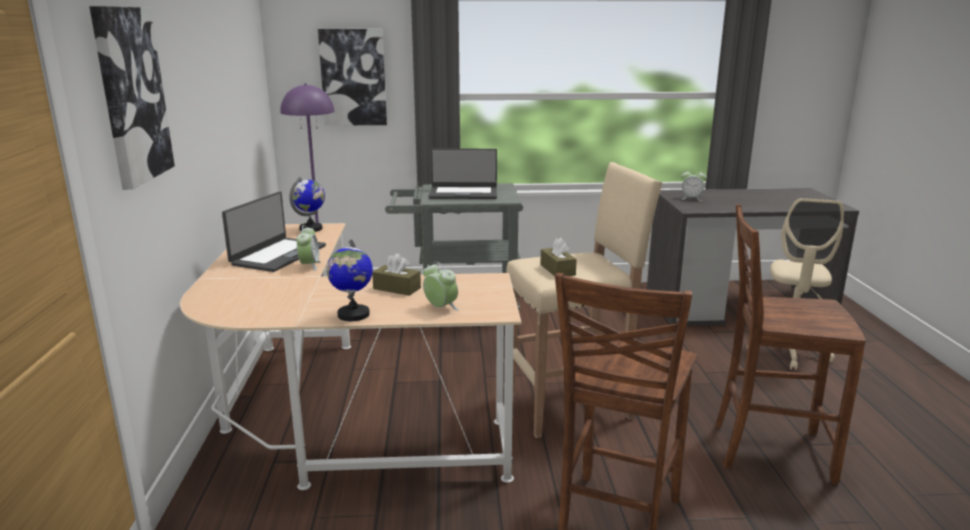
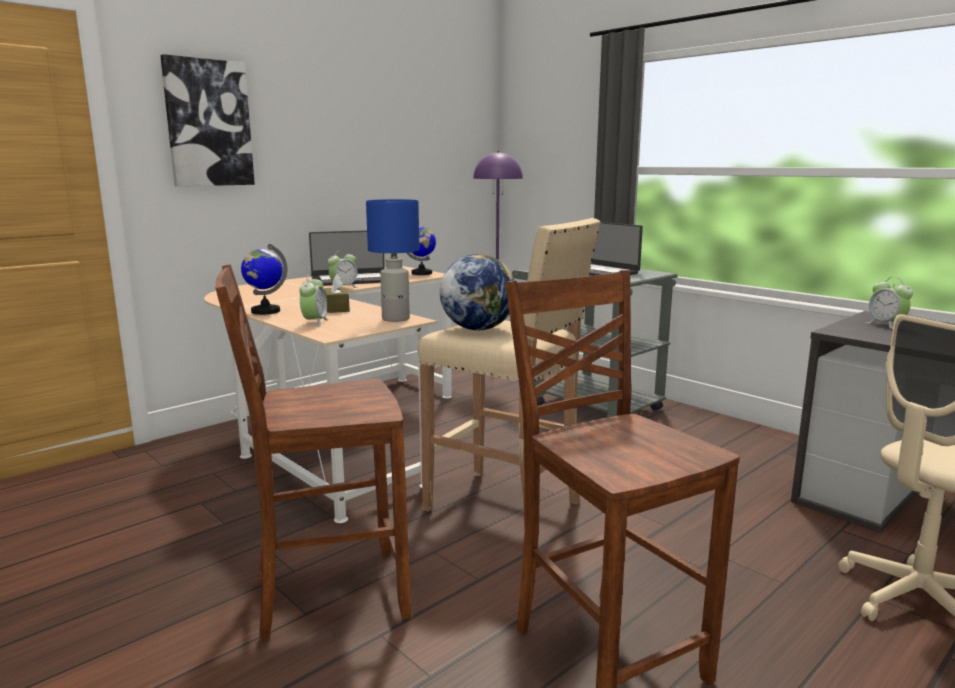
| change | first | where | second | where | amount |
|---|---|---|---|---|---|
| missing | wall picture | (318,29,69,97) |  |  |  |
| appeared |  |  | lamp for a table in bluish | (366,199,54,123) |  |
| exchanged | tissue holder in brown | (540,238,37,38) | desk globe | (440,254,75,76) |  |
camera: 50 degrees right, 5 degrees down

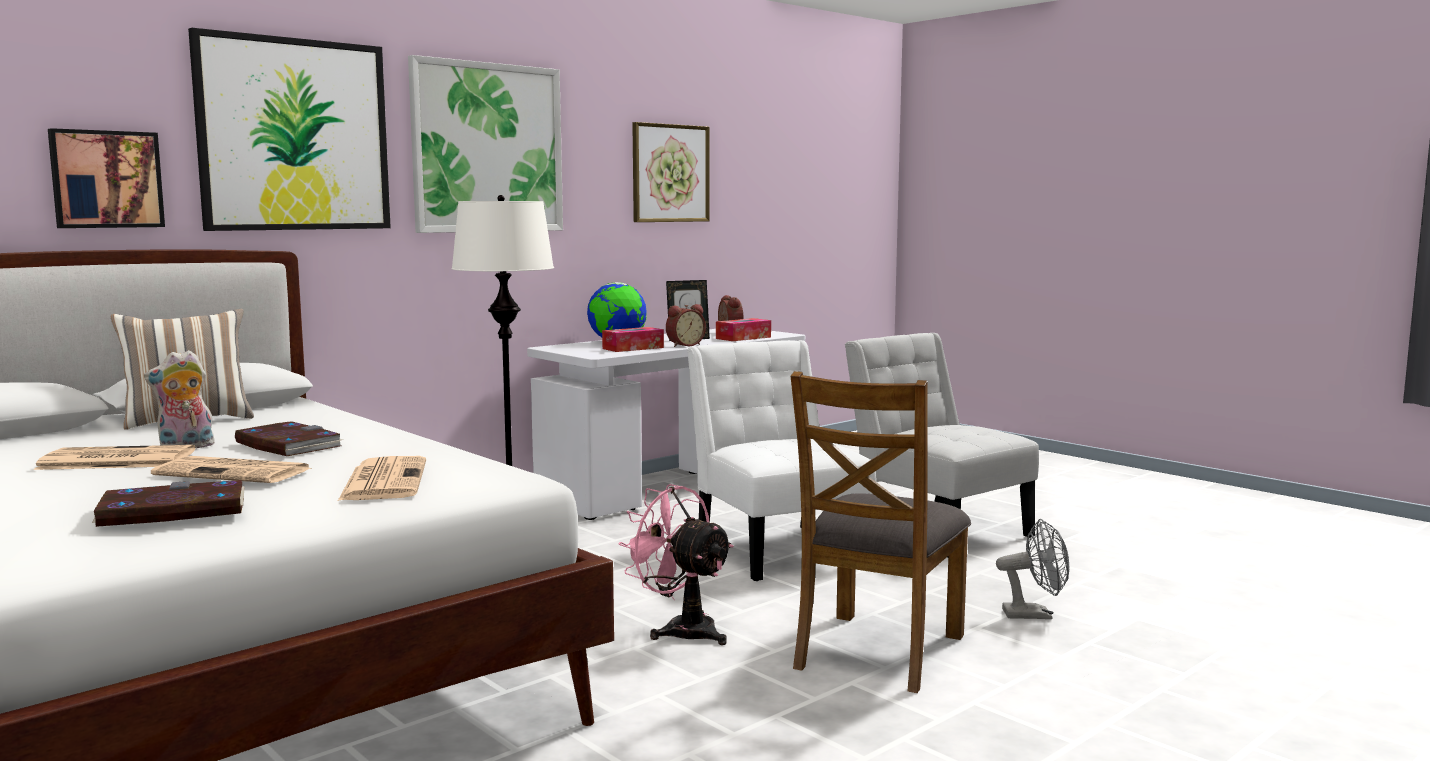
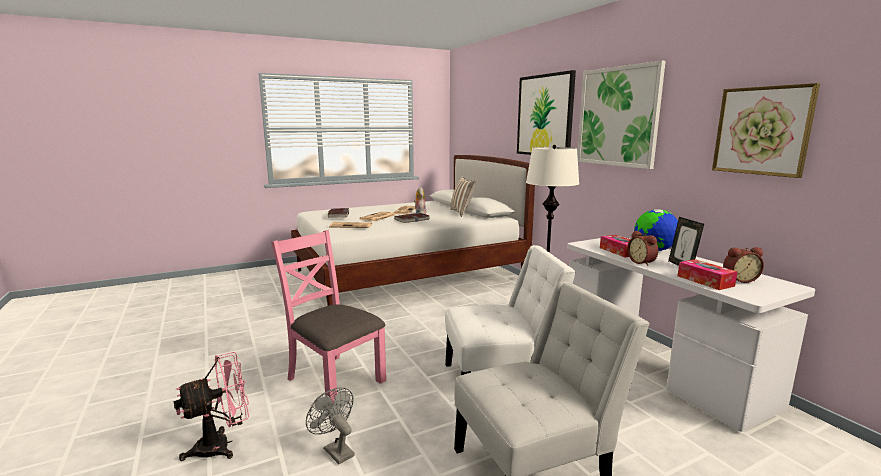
| change | first | where | second | where | amount |
|---|---|---|---|---|---|
| missing | wall picture | (48,128,117,100) |  |  |  |
| relocated | electric fan in pinkish | (618,484,116,161) |  | (173,352,76,109) |  |
| colour | chair in brown | (791,371,180,322) | chair in pinkish | (271,230,115,173) |  |
| spun | electric fan in grey | (996,519,73,100) |  | (306,387,48,77) | 120 degrees clockwise |
camera: 105 degrees right, 5 degrees up

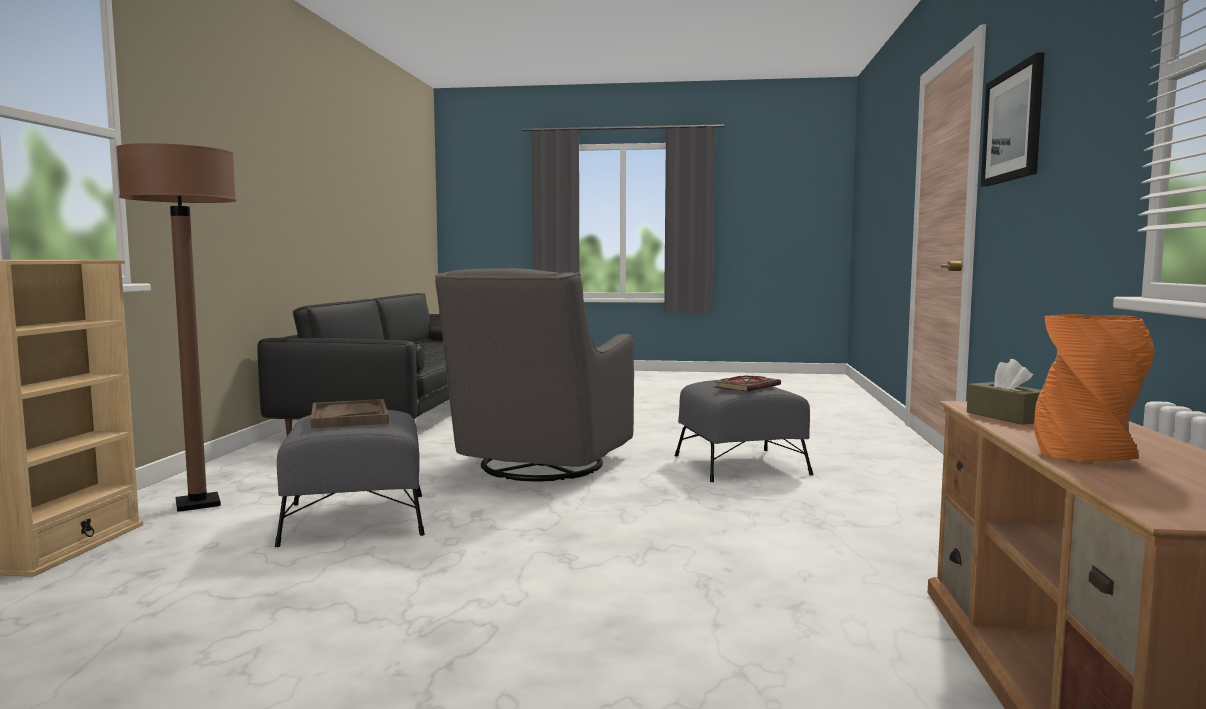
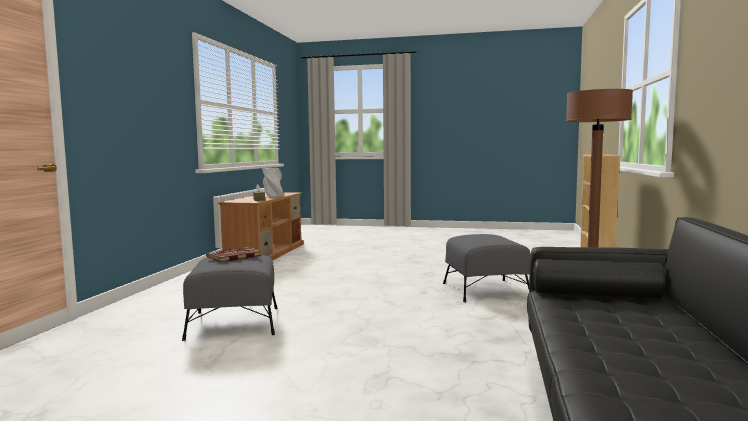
| change | first | where | second | where | amount |
|---|---|---|---|---|---|
| missing | serving tray in brown | (311,399,78,29) |  |  |  |
| missing | easy chair in grey | (435,268,199,213) |  |  |  |
| missing | wall picture | (981,52,63,135) |  |  |  |
| colour | vase in orangey | (1034,314,120,148) | vase in grey | (262,168,22,29) |  |
camera: 175 degrees left, 0 degrees up

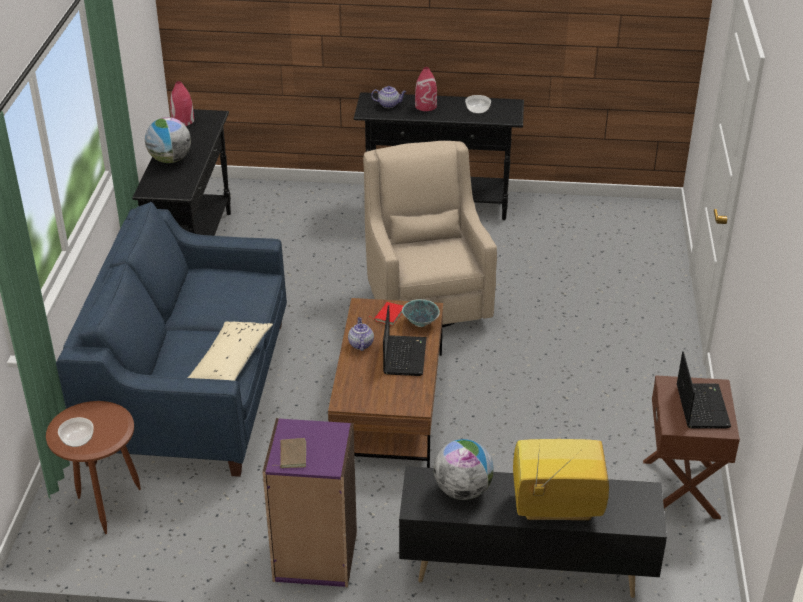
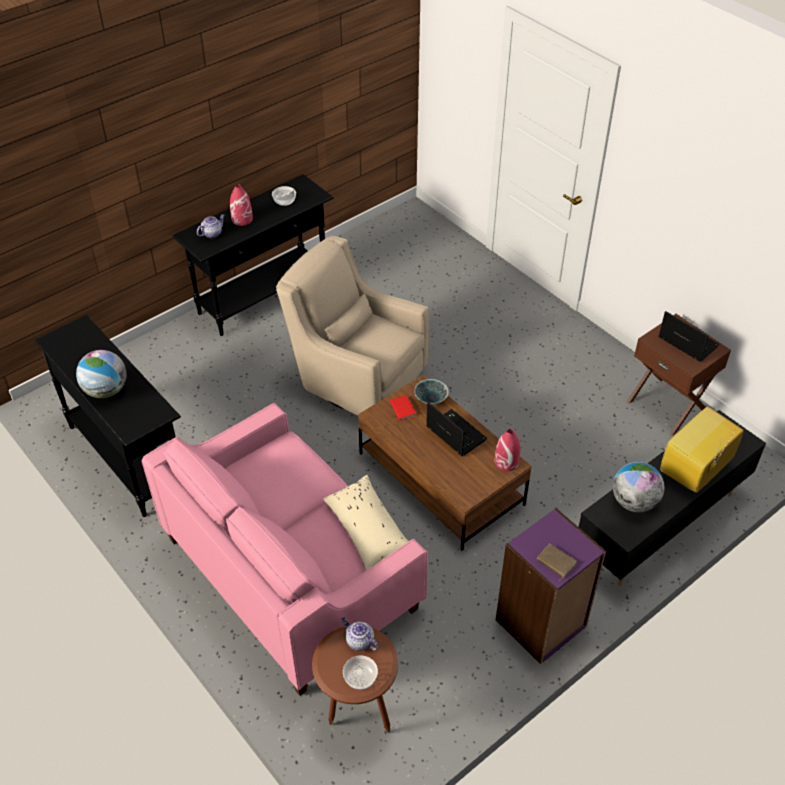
| change | first | where | second | where | amount |
|---|---|---|---|---|---|
| relocated | vase in reddish | (170,81,24,45) |  | (494,429,26,42) |  |
| relocated | tea pot | (348,317,26,34) |  | (342,617,36,34) |  |
| colour | sofa in bluish | (56,202,231,275) | sofa in pinkish | (142,403,286,293) |  |
camera: 45 degrees left, 10 degrees up

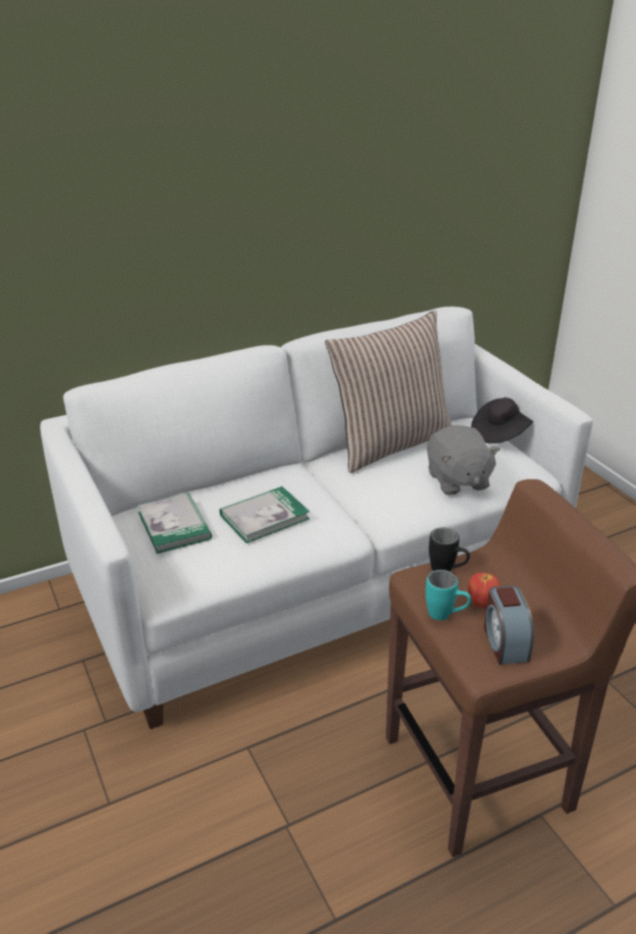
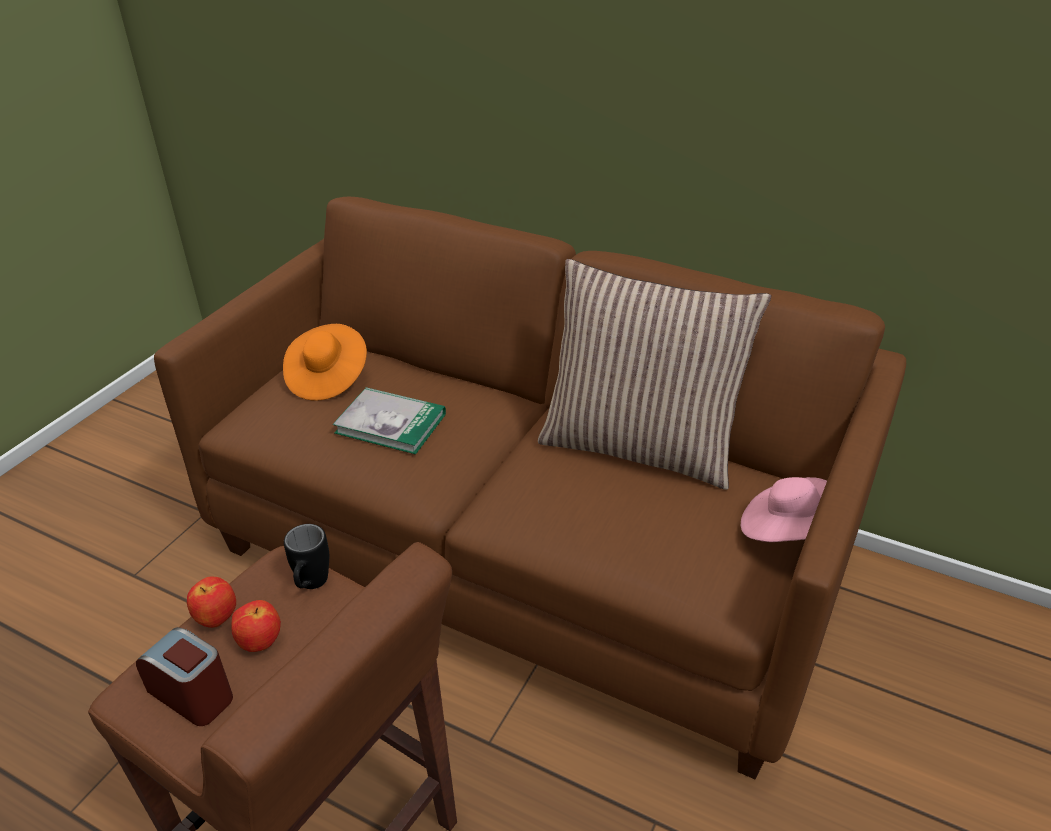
| change | first | where | second | where | amount |
|---|---|---|---|---|---|
| missing | soft toy in grey | (427,425,73,70) |  |  |  |
| exchanged | book | (137,493,75,61) | wearable hat in orangey | (283,324,84,77) |  |
| exchanged | mug in turquoise-coloured | (425,570,46,50) | apple | (187,577,49,51) |  |
| colour | sofa in white-coloured | (40,307,553,422) | sofa in brown | (154,197,752,582) |  |
| colour | wearable hat in black-coloured | (471,398,62,46) | wearable hat in pinkish | (741,477,86,65) |  |
| spun | bedside clock | (484,585,50,79) |  | (136,627,97,99) | 75 degrees clockwise |
camera: 55 degrees right, 5 degrees up

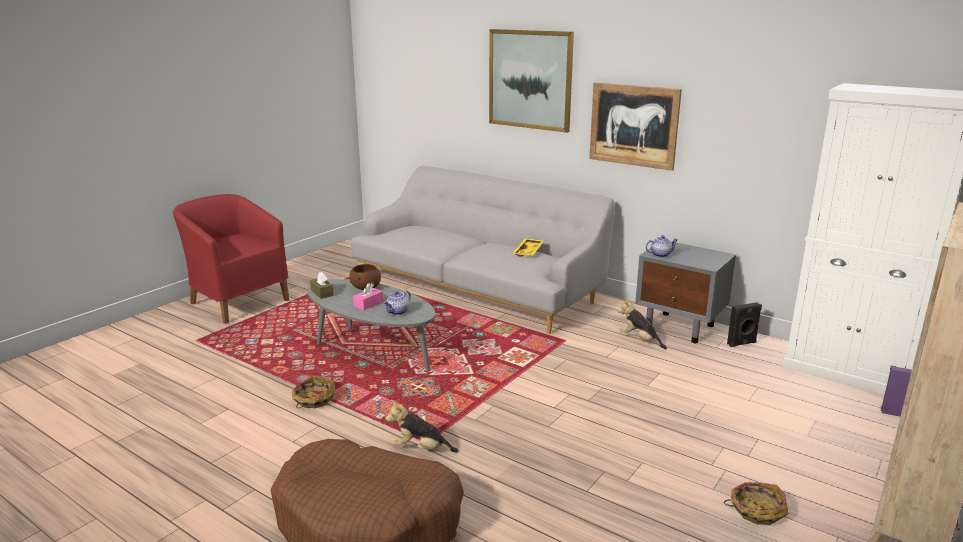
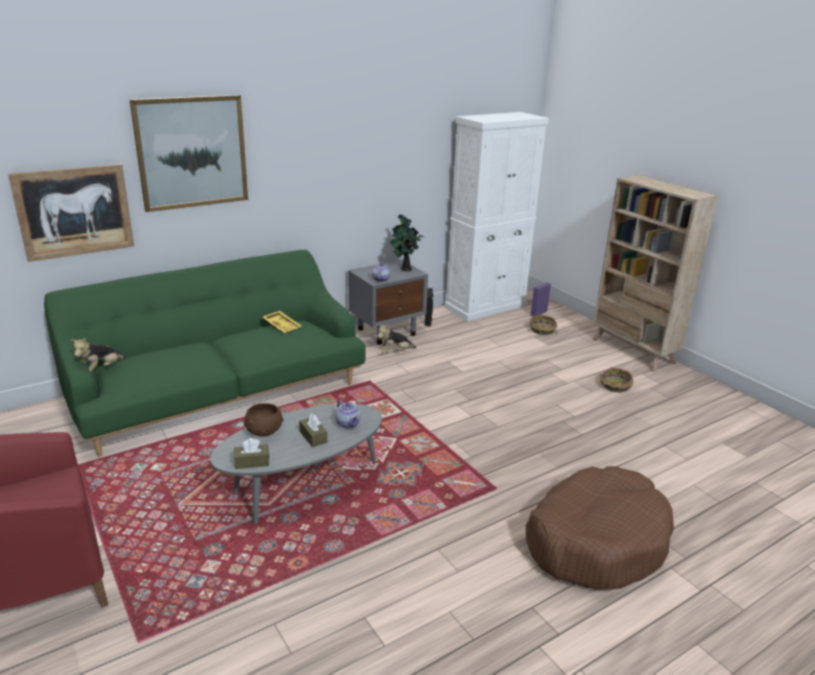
| change | first | where | second | where | amount |
|---|---|---|---|---|---|
| appeared |  |  | plant in a pot | (390,214,34,57) |  |
| relocated | basket | (292,376,43,32) |  | (530,315,28,20) |  |
| relocated | soft toy | (385,400,74,53) |  | (71,338,55,34) |  |
| relocated | wall picture | (589,83,93,88) |  | (8,164,126,98) |  |
| colour | sofa in grey | (351,166,264,168) | sofa in green | (44,250,322,207) |  |
| colour | tissue holder in pinkish | (353,283,30,27) | tissue holder in brown | (299,414,28,33) |  |
camera: 70 degrees left, 5 degrees up

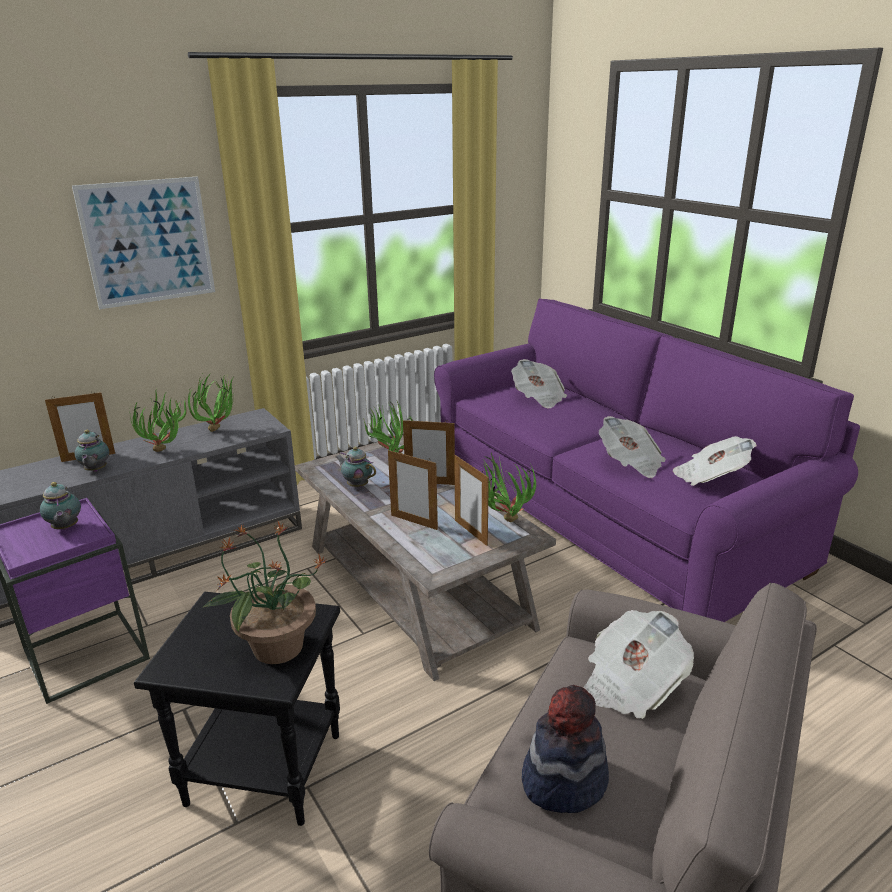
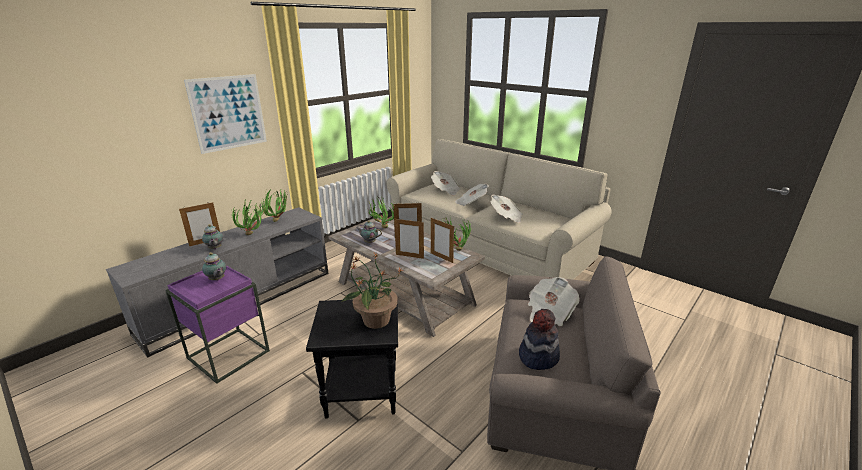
| change | first | where | second | where | amount |
|---|---|---|---|---|---|
| relocated | printed paper | (672,436,85,50) |  | (455,184,34,22) |  |
| colour | sofa in purple-coloured | (434,298,426,324) | sofa in beige | (386,139,226,141) |  |
camera: 15 degrees left, 0 degrees up

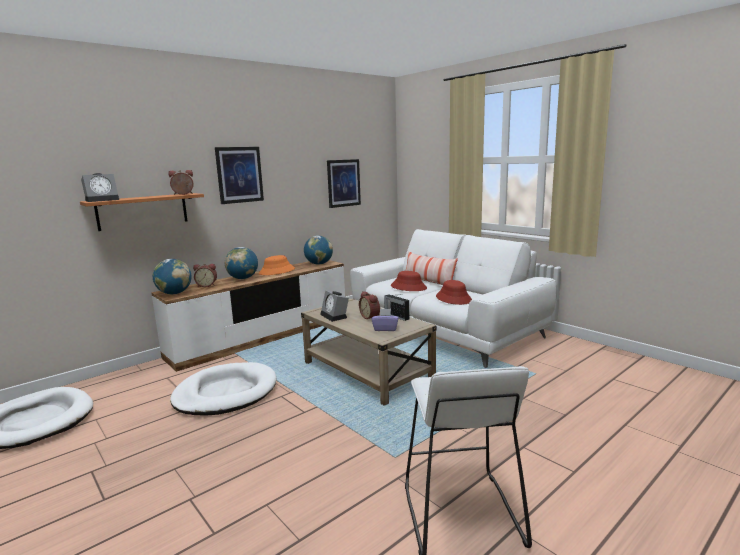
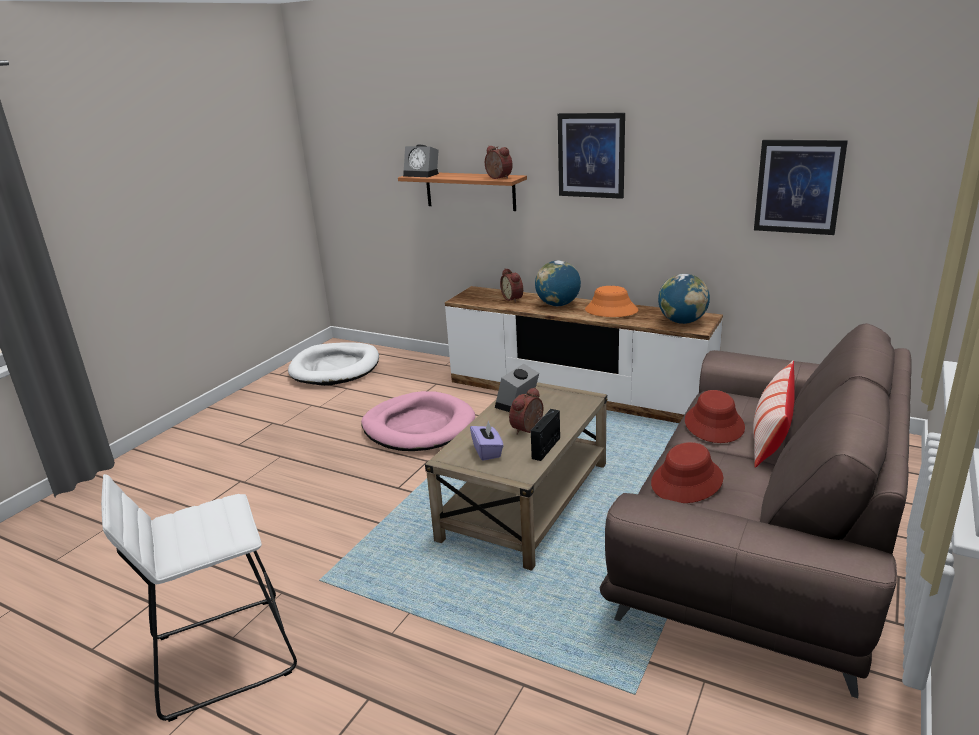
| change | first | where | second | where | amount |
|---|---|---|---|---|---|
| missing | desk globe | (153,259,38,35) |  |  |  |
| colour | pet bed in white-coloured | (170,362,106,54) | pet bed in pinkish | (361,391,114,60) |  |
| colour | sofa in white-coloured | (350,229,207,139) | sofa in brown | (600,323,312,375) |  |
camera: 70 degrees right, 10 degrees up

